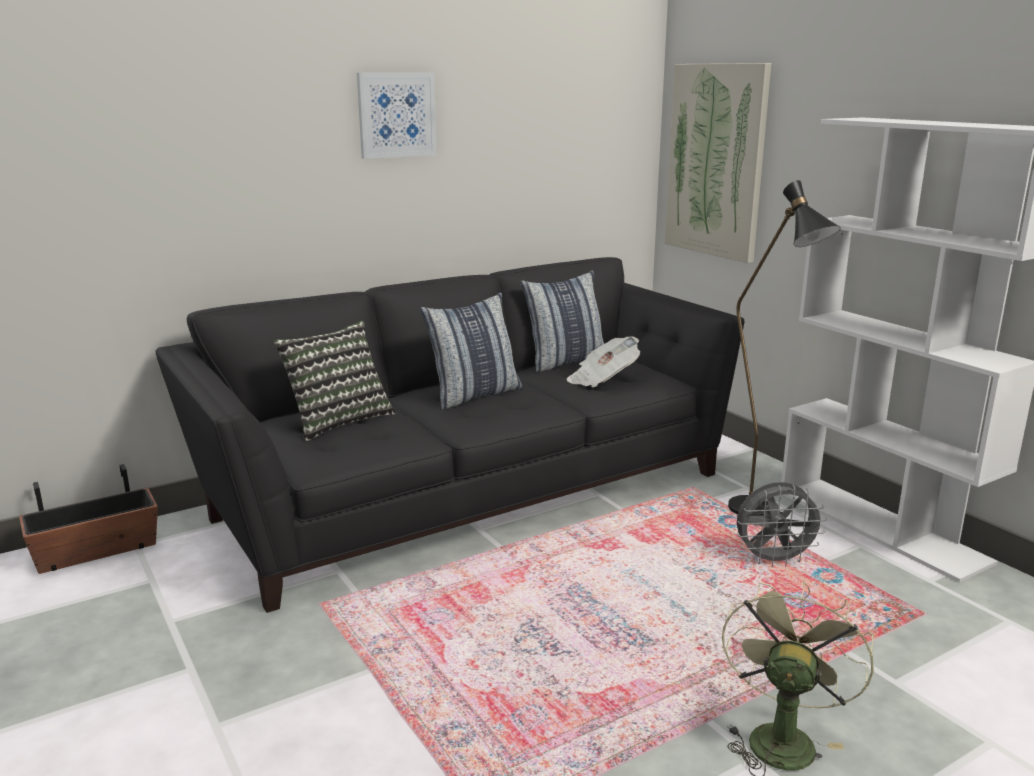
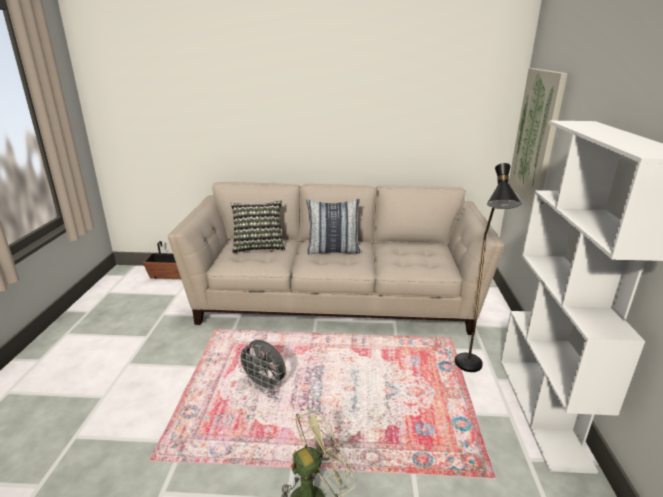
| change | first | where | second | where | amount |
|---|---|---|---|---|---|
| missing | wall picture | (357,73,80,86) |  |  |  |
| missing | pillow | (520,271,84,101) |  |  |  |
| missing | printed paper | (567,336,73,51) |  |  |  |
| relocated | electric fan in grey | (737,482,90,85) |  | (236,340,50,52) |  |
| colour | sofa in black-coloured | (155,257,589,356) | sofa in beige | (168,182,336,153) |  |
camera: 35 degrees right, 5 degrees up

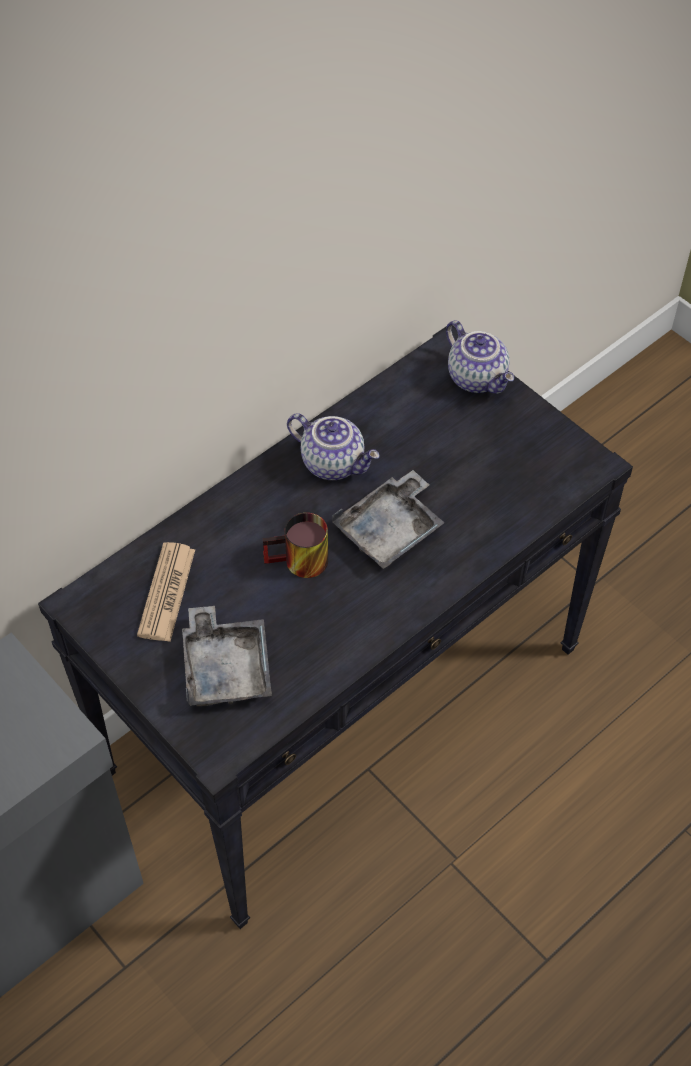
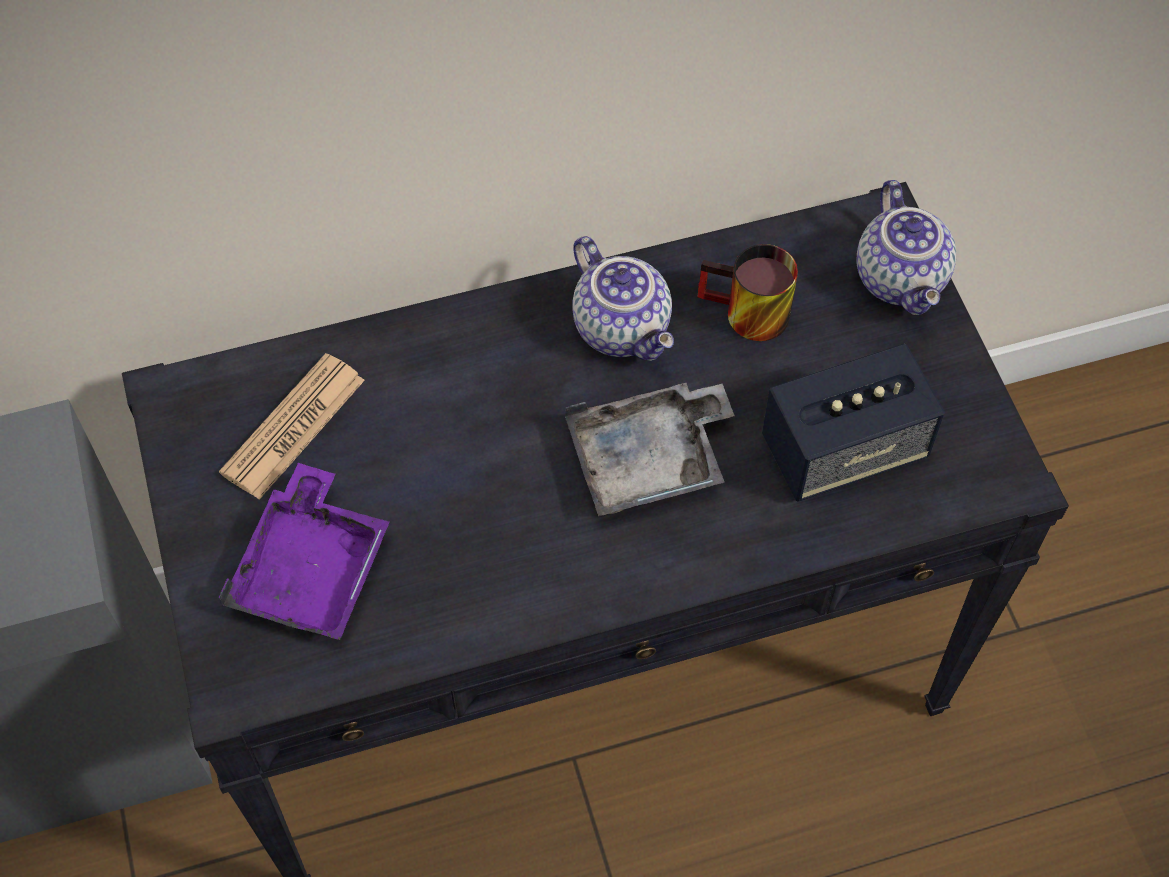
| change | first | where | second | where | amount |
|---|---|---|---|---|---|
| appeared |  |  | audio speaker | (762,344,183,158) |  |
| relocated | mug | (263,513,65,65) |  | (698,244,100,97) |  |
| colour | serving tray in grey | (182,606,90,100) | serving tray in purple-coloured | (219,463,170,177) |  |
camera: 25 degrees right, 5 degrees up

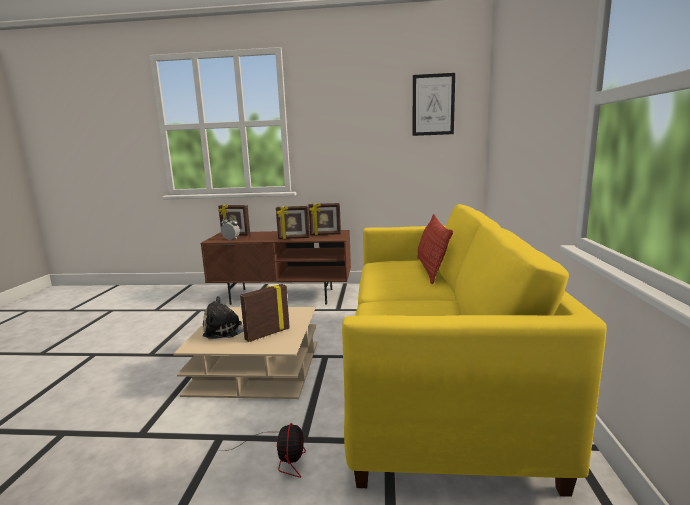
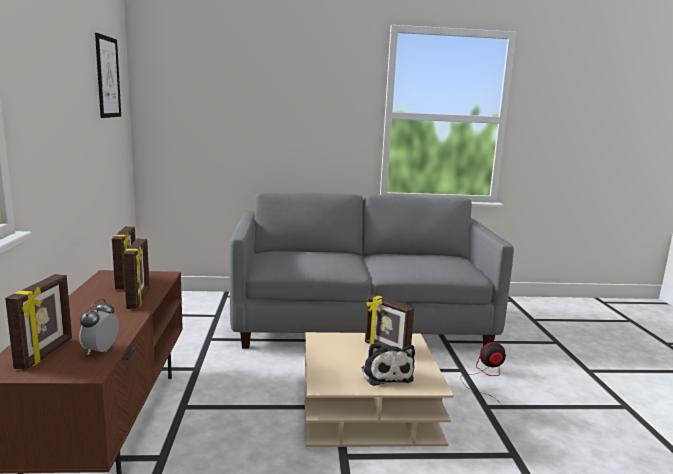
| change | first | where | second | where | amount |
|---|---|---|---|---|---|
| missing | pillow | (417,214,36,70) |  |  |  |
| colour | sofa in yellowish | (342,204,265,293) | sofa in grey | (230,192,284,157) |  |
camera: 100 degrees left, 0 degrees up

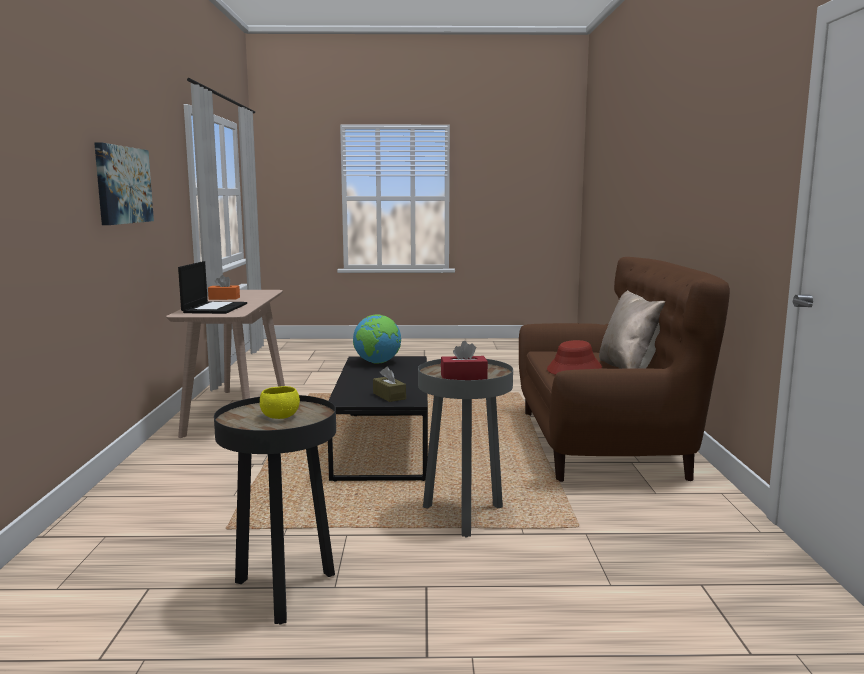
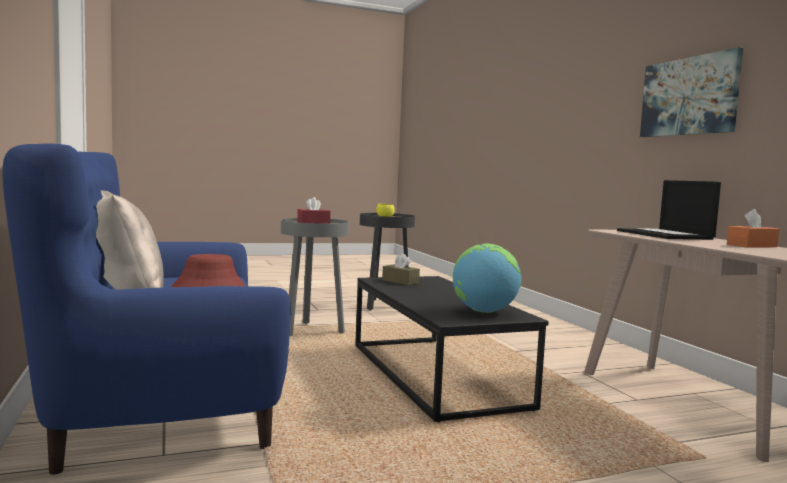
| change | first | where | second | where | amount |
|---|---|---|---|---|---|
| colour | sofa in brown | (519,257,211,225) | sofa in bluish | (2,144,289,331) |  |
camera: 160 degrees right, 5 degrees down

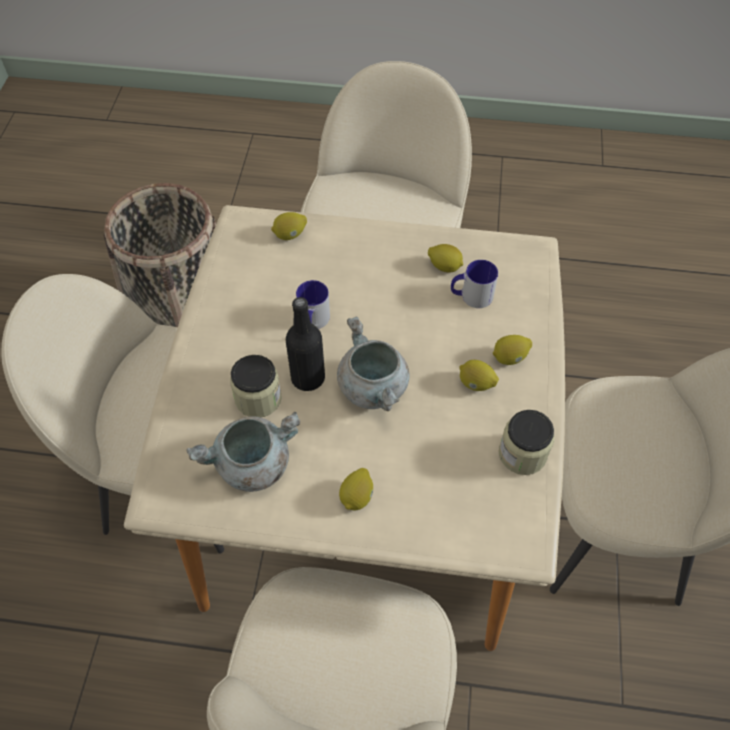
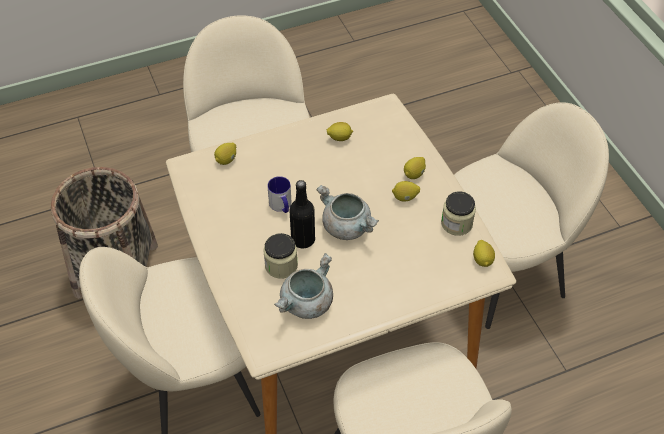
| change | first | where | second | where | amount |
|---|---|---|---|---|---|
| missing | mug | (451,260,47,48) |  |  |  |
| relocated | whole lemon | (339,468,34,43) |  | (473,240,22,27) |  |
camera: 30 degrees left, 5 degrees down

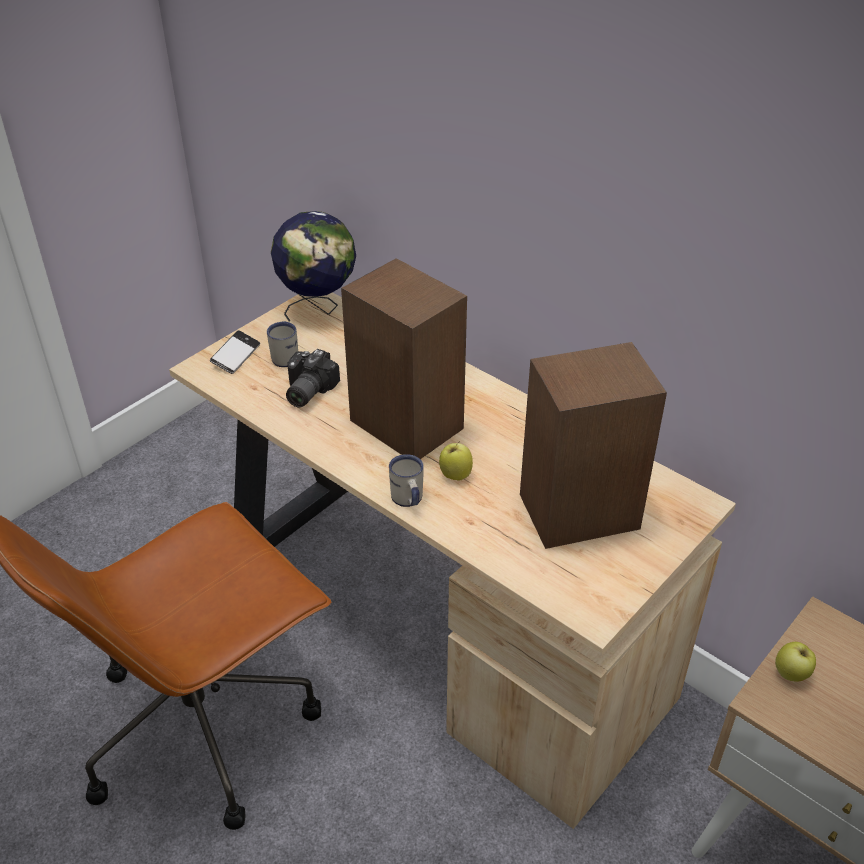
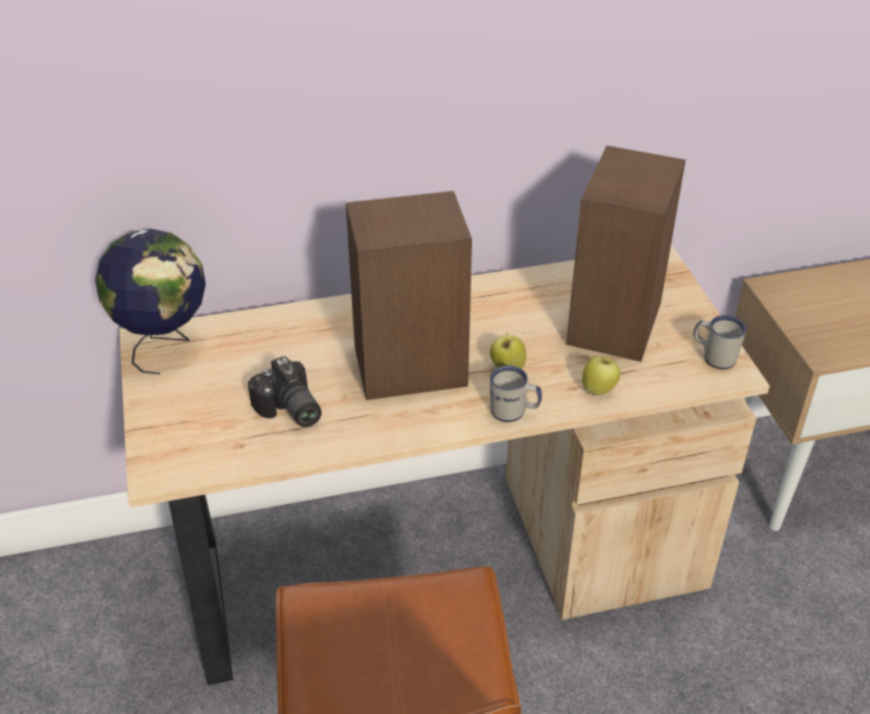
| change | first | where | second | where | amount |
|---|---|---|---|---|---|
| missing | telephone | (210,330,50,44) |  |  |  |
| relocated | mug in white-coloured | (267,321,31,46) |  | (694,315,52,54) |  |
| relocated | apple | (775,642,41,39) |  | (582,356,38,39) |  |
camera: 55 degrees left, 0 degrees up

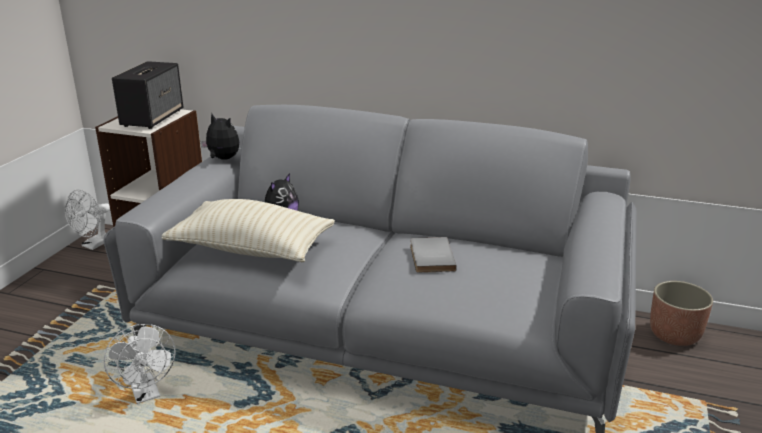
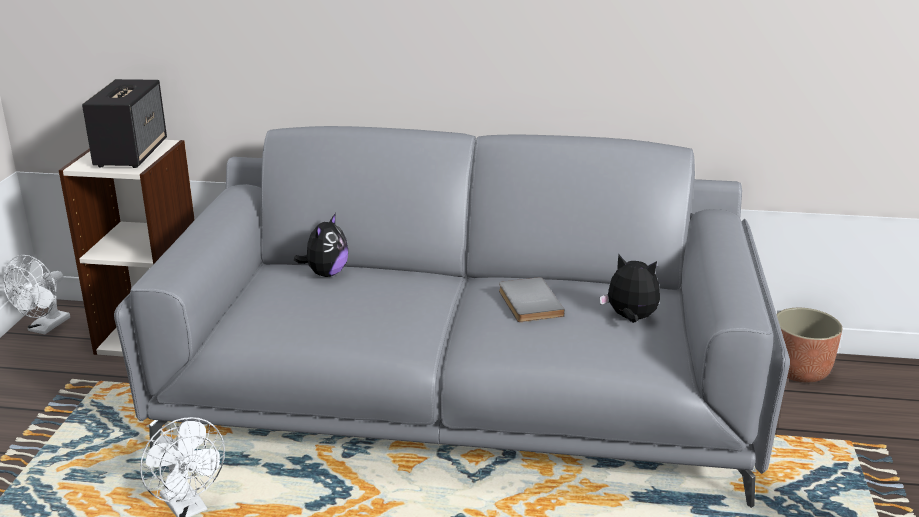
| change | first | where | second | where | amount |
|---|---|---|---|---|---|
| missing | pillow in beige | (162,199,173,63) |  |  |  |
| relocated | soft toy | (201,113,38,47) |  | (600,254,60,69) |  |
camera: 10 degrees left, 0 degrees up

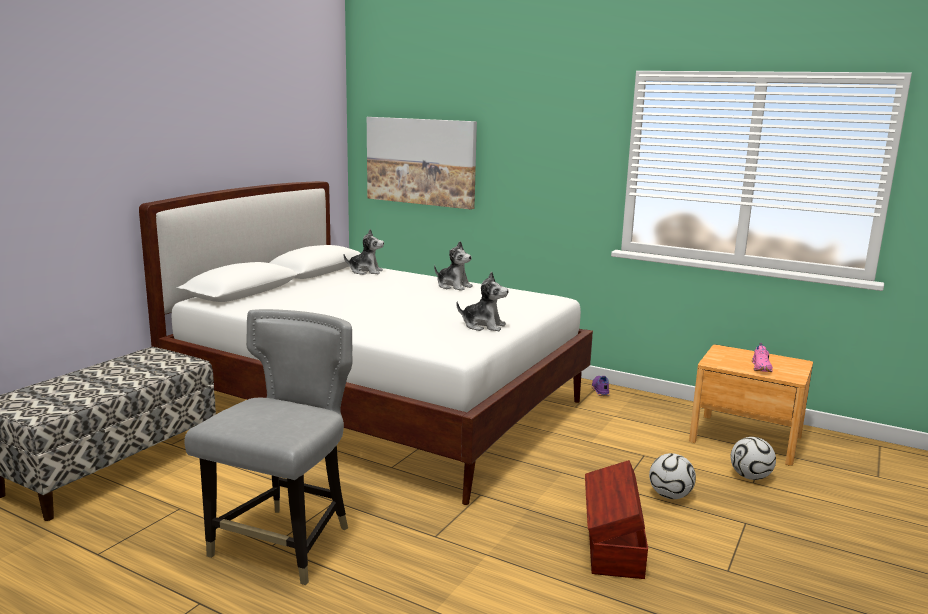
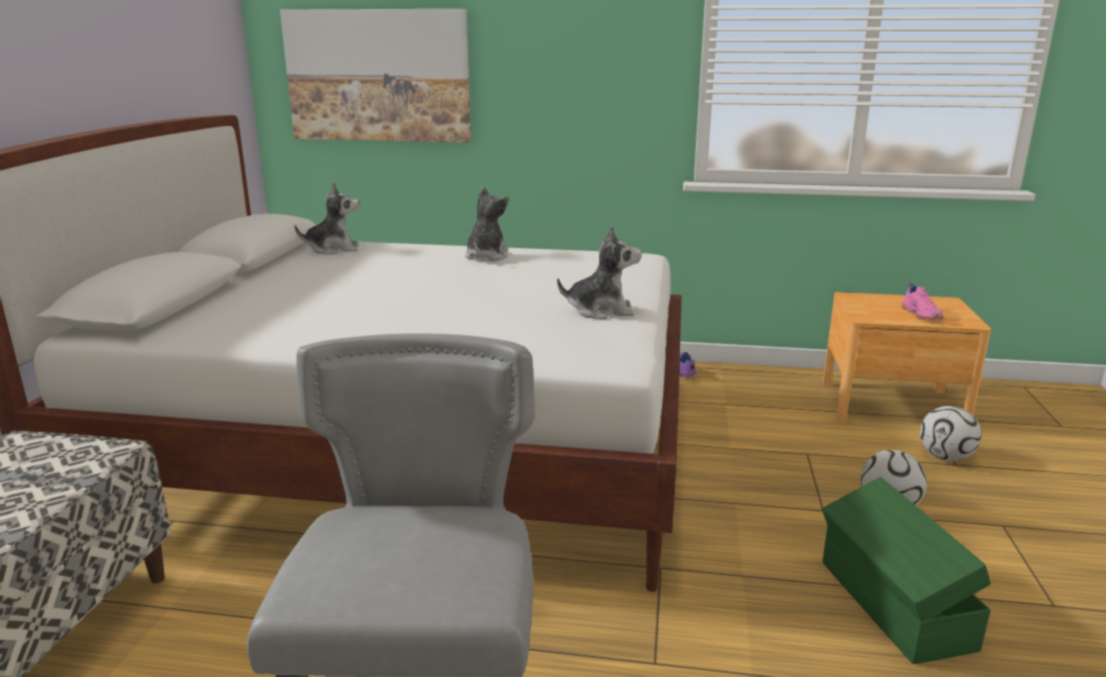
| change | first | where | second | where | amount |
|---|---|---|---|---|---|
| colour | storage bin in brown | (585,460,63,119) | storage bin in green | (822,477,169,187) |  |
| spun | soft toy | (434,241,39,50) |  | (465,186,44,75) | 90 degrees counterclockwise |
camera: 20 degrees left, 5 degrees up

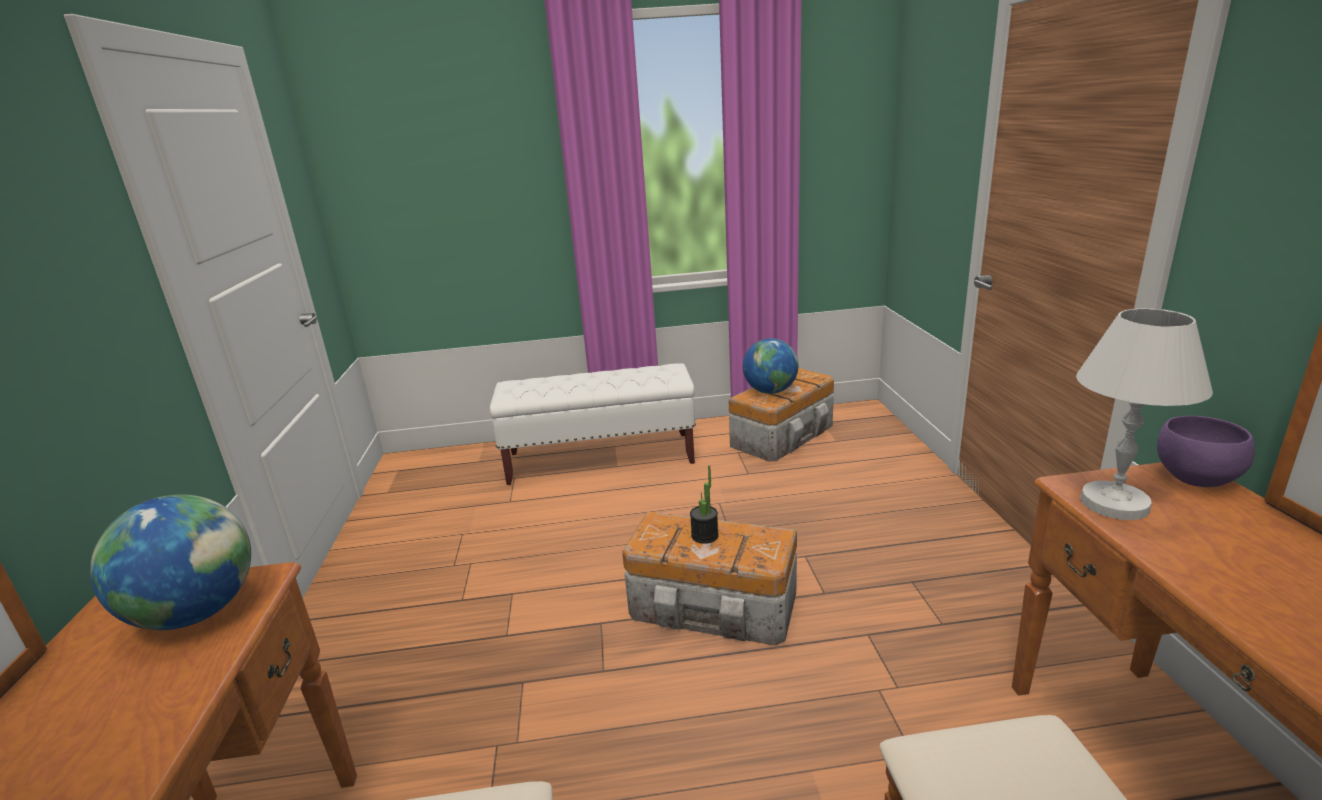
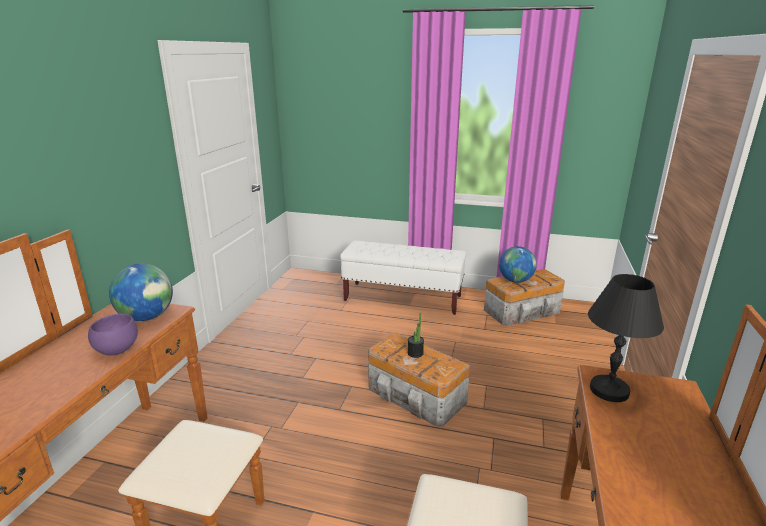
| change | first | where | second | where | amount |
|---|---|---|---|---|---|
| relocated | serving bowl in purple-coloured | (1157,416,98,71) |  | (88,314,50,41) |  |
| colour | lamp for a table in white-coloured | (1076,308,137,212) | lamp for a table in black-coloured | (588,274,76,128) |  |
camera: 20 degrees right, 0 degrees up

